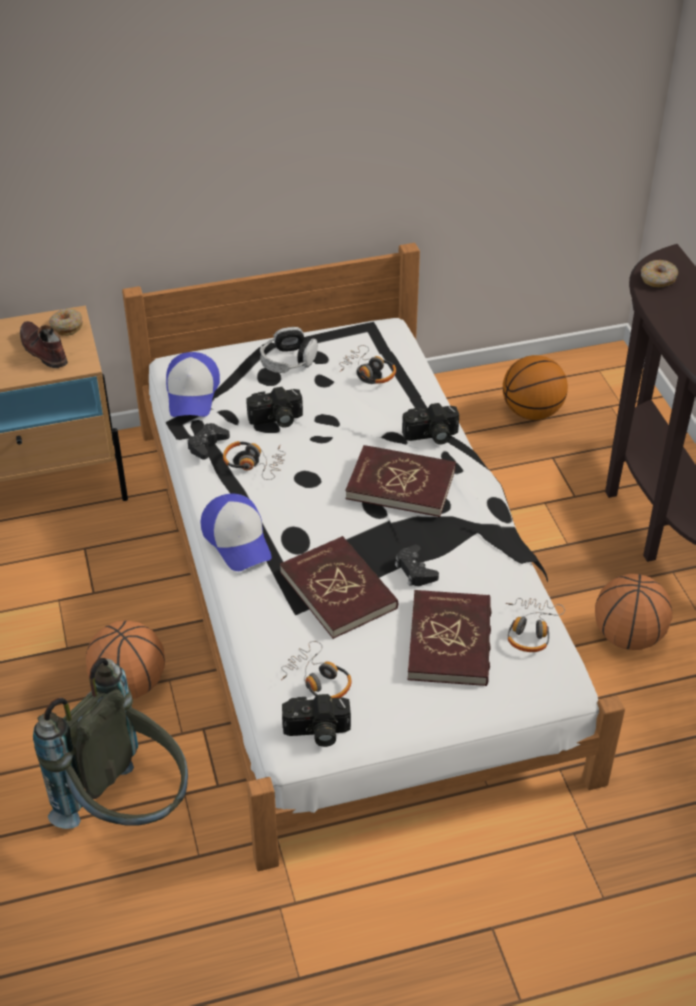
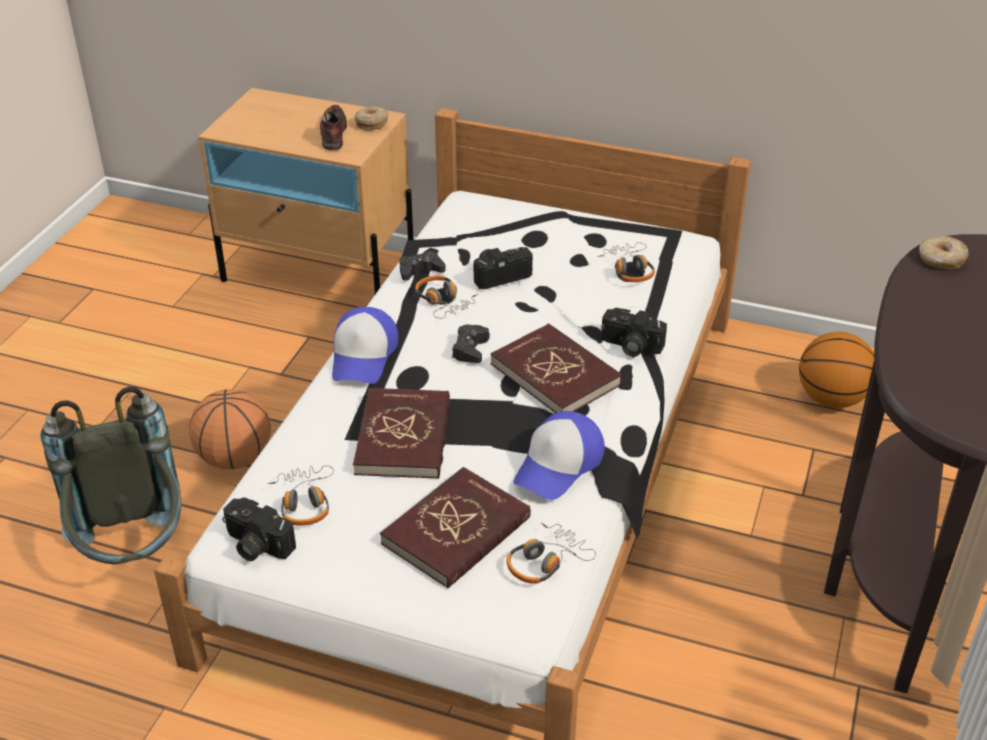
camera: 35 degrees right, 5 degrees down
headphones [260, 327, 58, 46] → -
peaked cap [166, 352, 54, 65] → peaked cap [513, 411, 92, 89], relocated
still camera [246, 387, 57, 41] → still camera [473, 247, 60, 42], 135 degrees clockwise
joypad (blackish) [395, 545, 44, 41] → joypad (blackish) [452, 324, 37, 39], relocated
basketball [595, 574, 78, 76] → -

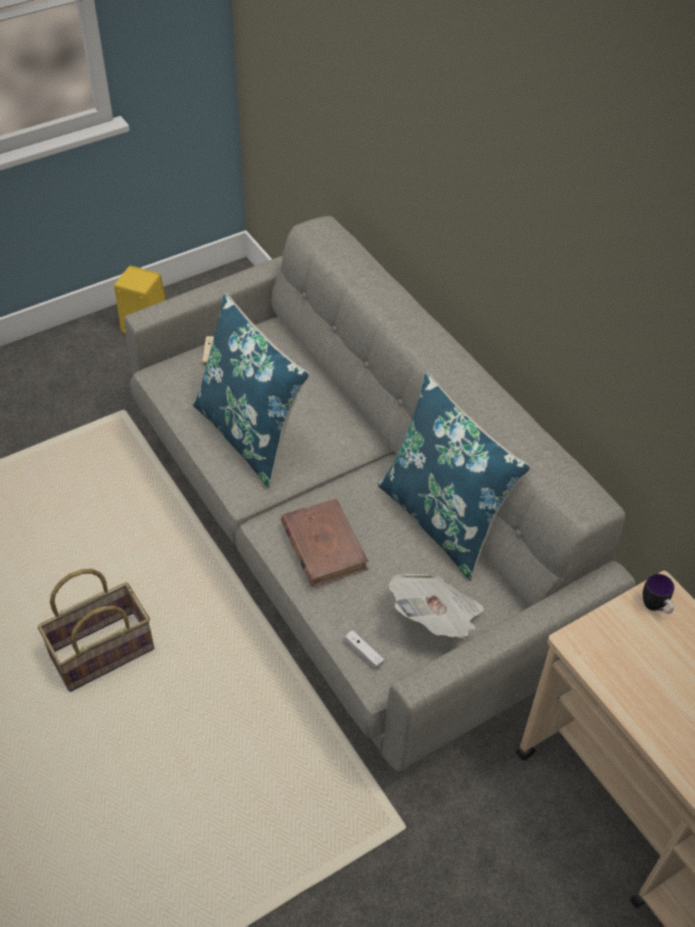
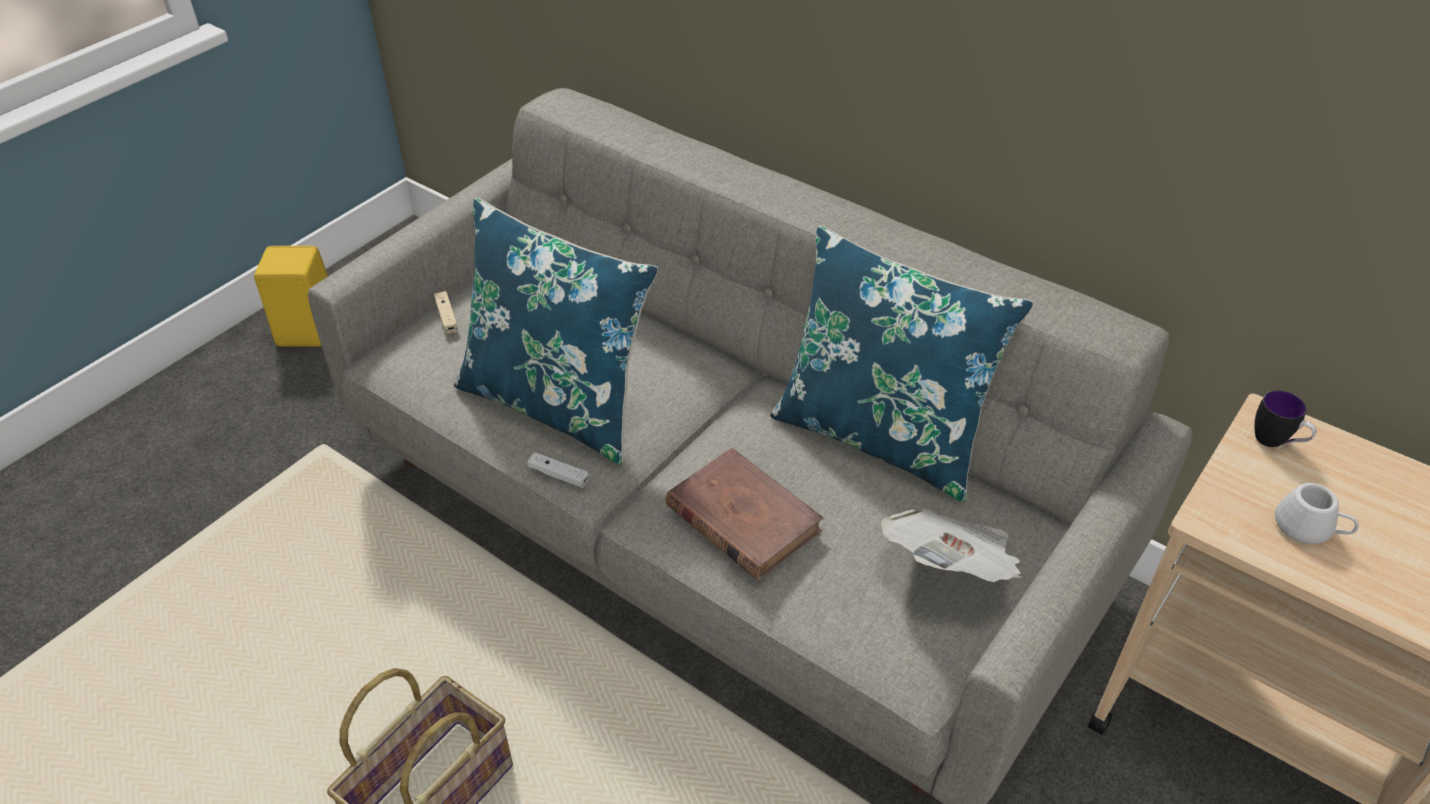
camera: 20 degrees left, 5 degrees down
joypad (white-coloured) [345, 630, 39, 39] → joypad (white-coloured) [527, 452, 62, 36], relocated
- → tea mug (white-coloured) [1275, 483, 84, 61]

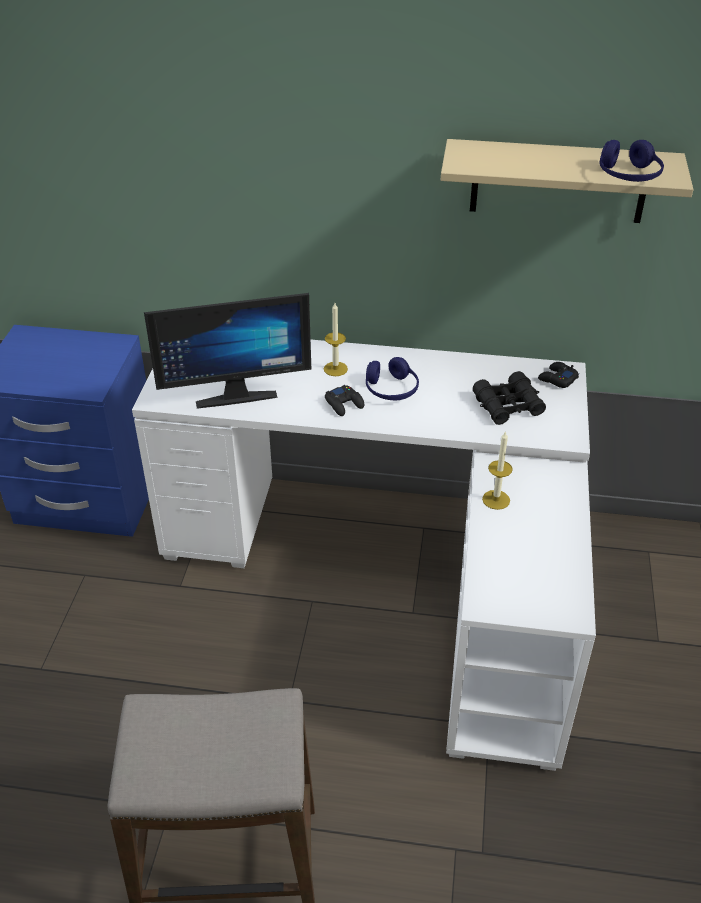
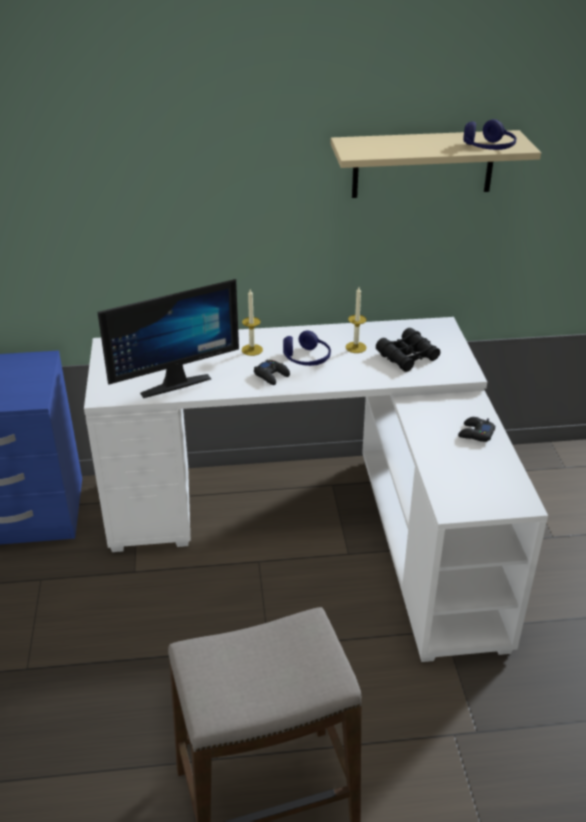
camera: 15 degrees left, 5 degrees down
joypad (blackish) [538, 362, 41, 26] → joypad (blackish) [458, 417, 38, 25], relocated
wax candle [482, 431, 31, 79] → wax candle [346, 287, 21, 66], relocated

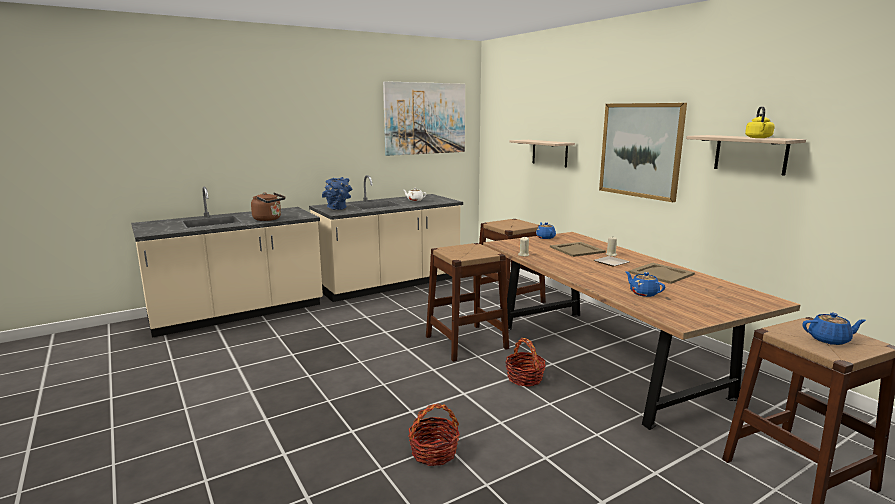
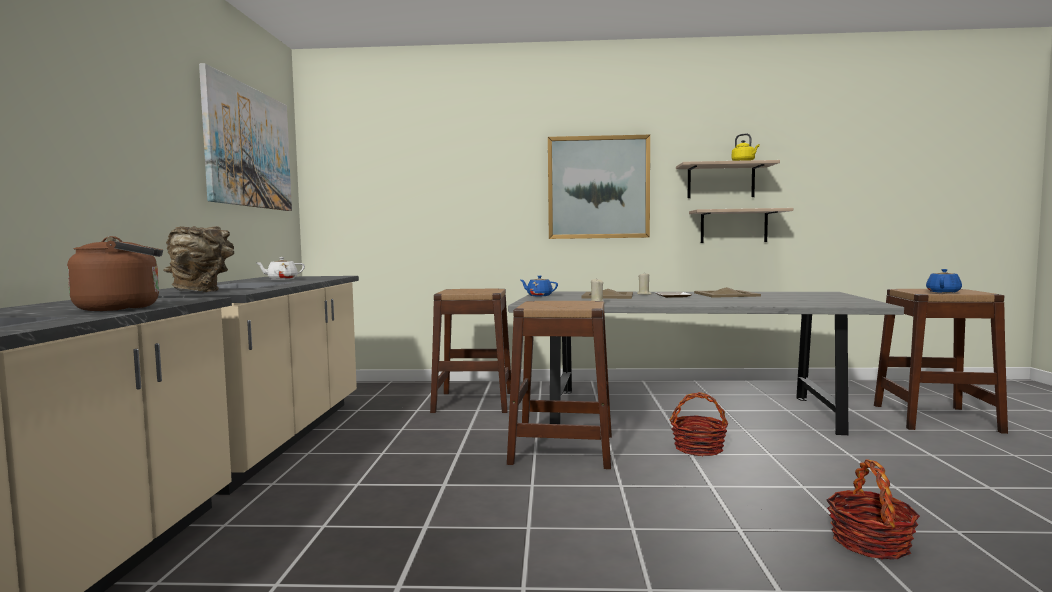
camera: 55 degrees left, 10 degrees down
shelf [510, 140, 65, 27] → shelf [689, 208, 104, 35], relocated
vase (blue) [322, 177, 30, 33] → vase (brown) [163, 226, 71, 66]
dinner table (brown) [483, 232, 317, 198] → dinner table (gray) [508, 292, 396, 143]
pot for tea (blue) [625, 271, 40, 26] → -

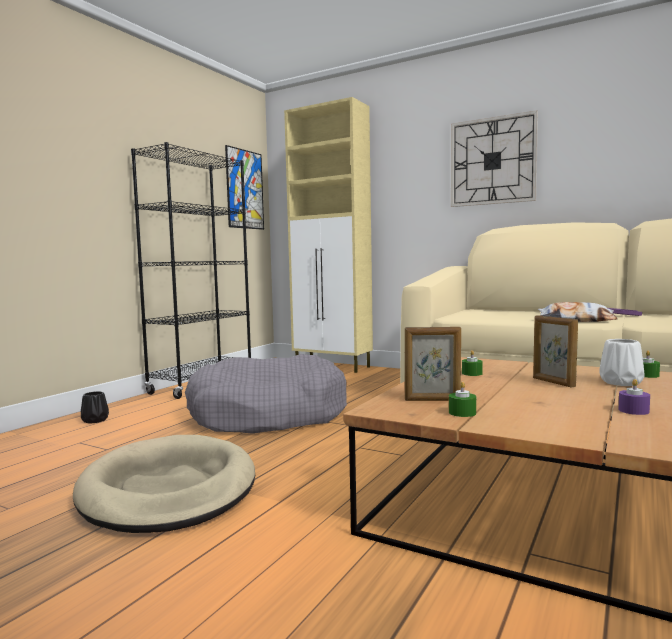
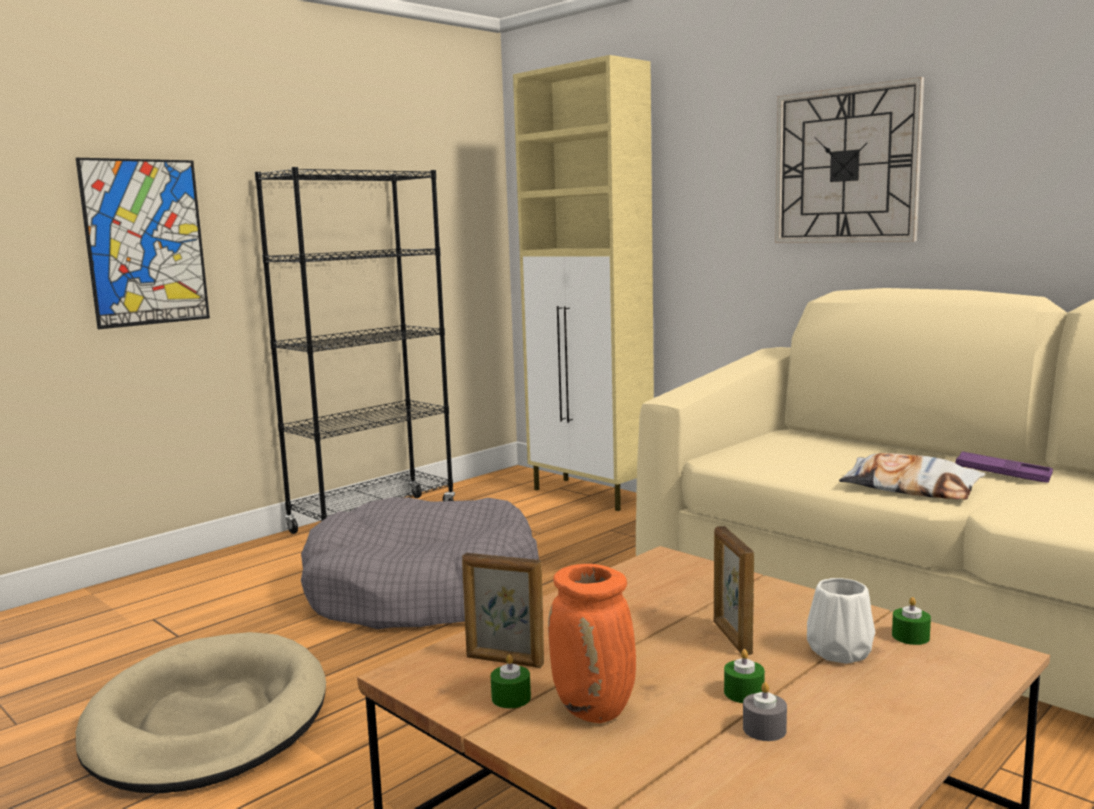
camera: 15 degrees right, 5 degrees up
picture [225, 145, 39, 85] → picture [76, 158, 134, 171], relocated
wax candle (green-coloured) [462, 350, 21, 26] → wax candle (green-coloured) [724, 649, 41, 54], relocated
wax candle (purple) [619, 379, 31, 36] → wax candle (gray) [743, 682, 44, 59]
vase (blackish) [81, 391, 28, 33] → -
- → vase (orangey) [548, 564, 88, 159]

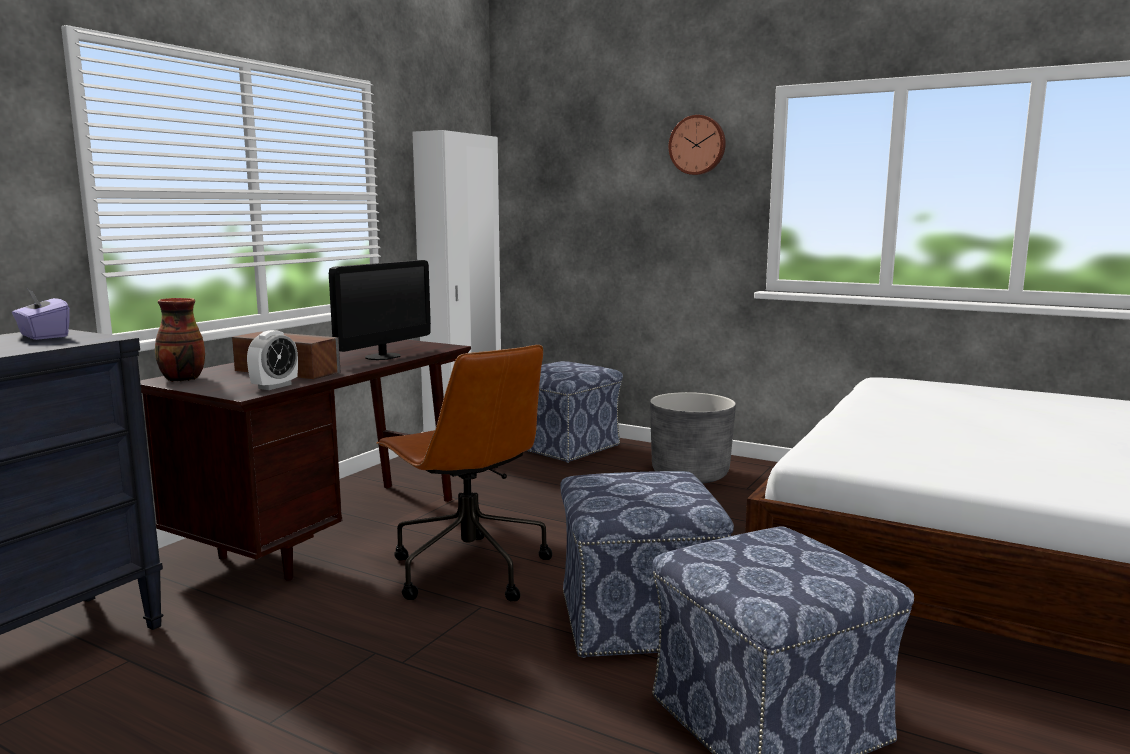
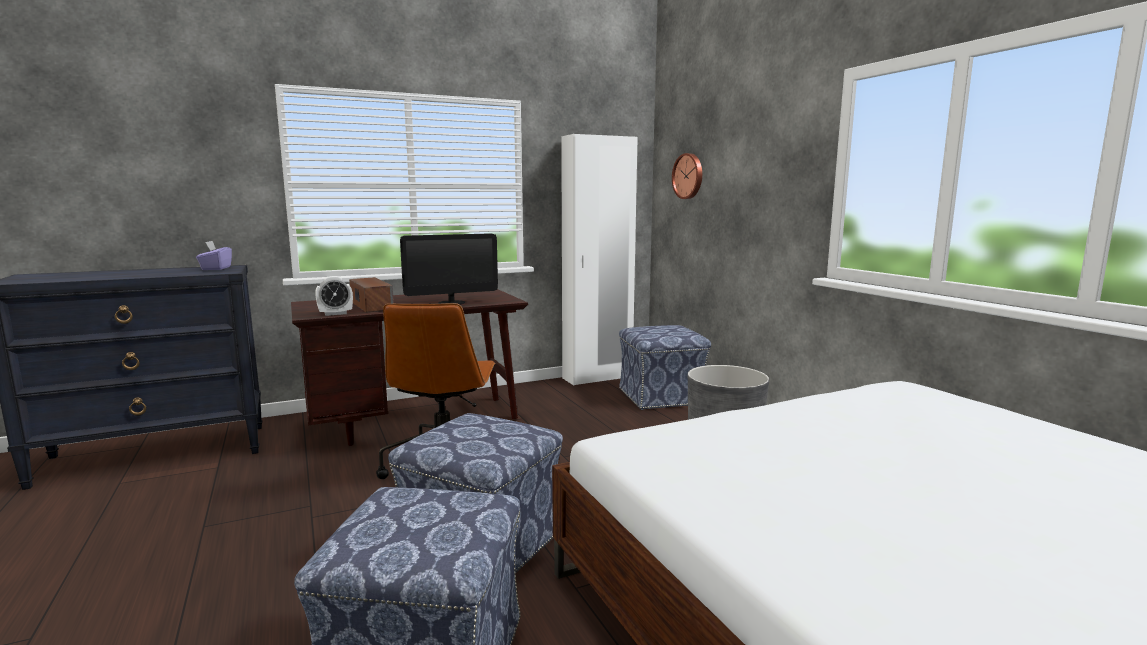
camera: 35 degrees right, 0 degrees up
wall clock [669, 115, 57, 60] → wall clock [672, 153, 30, 46], relocated
vase [155, 298, 50, 84] → -

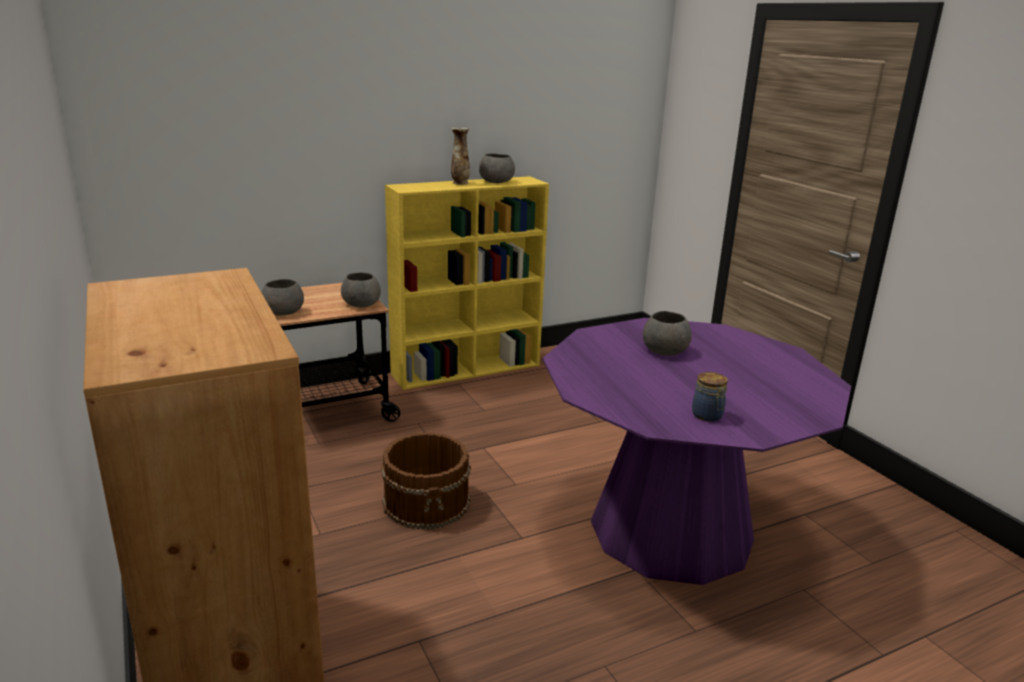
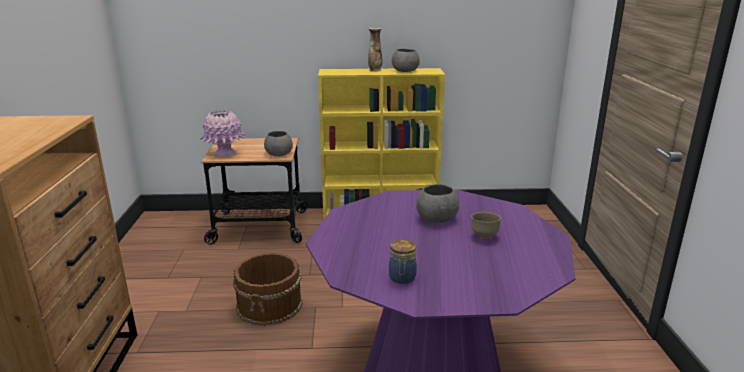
camera: 25 degrees right, 0 degrees up
serving bowl (gray) [261, 279, 43, 36] → vase (pinkish) [200, 110, 46, 46]
- → serving bowl (brown) [471, 212, 30, 27]

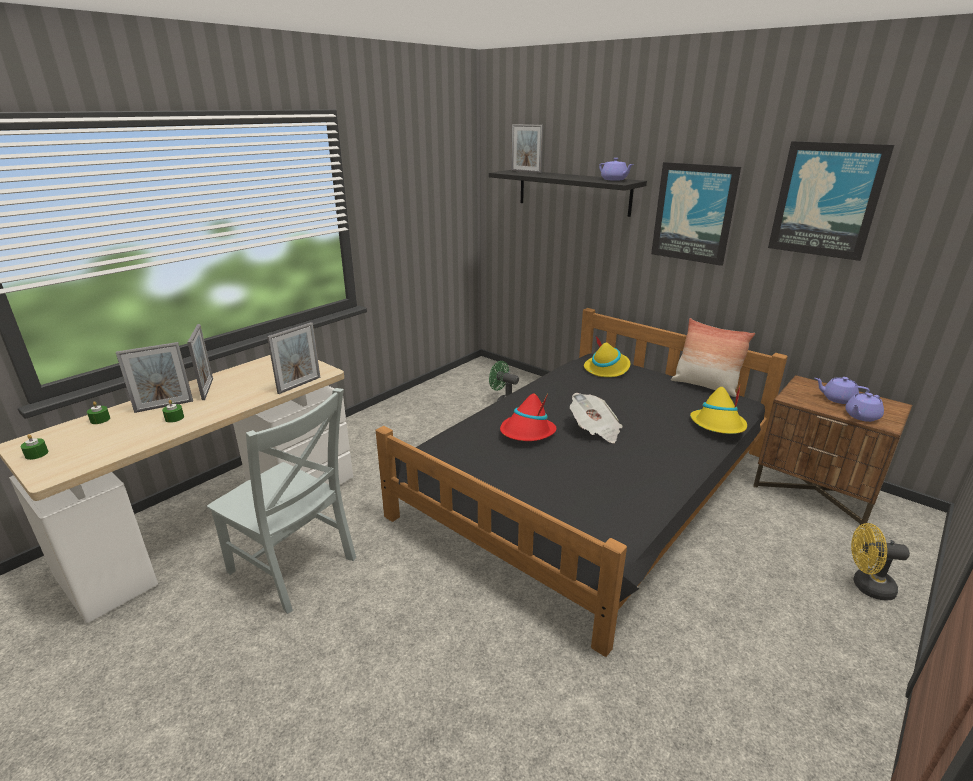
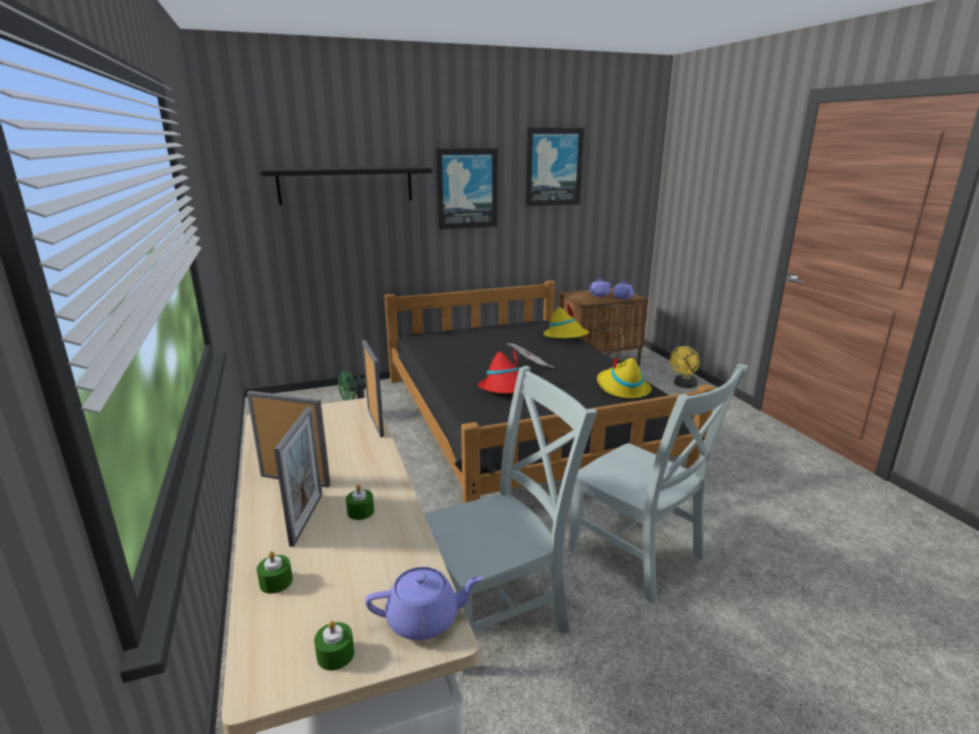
camera: 60 degrees left, 5 degrees down
standing frame [511, 124, 32, 49] → -
pot for tea (purple) [599, 158, 35, 23] → pot for tea (purple) [365, 567, 118, 73], relocated
cushion [671, 318, 84, 79] → -
wearable hat (yellowish) [584, 335, 46, 42] → wearable hat (yellowish) [597, 356, 55, 43], relocated
- → chair (gray) [568, 364, 180, 240]

